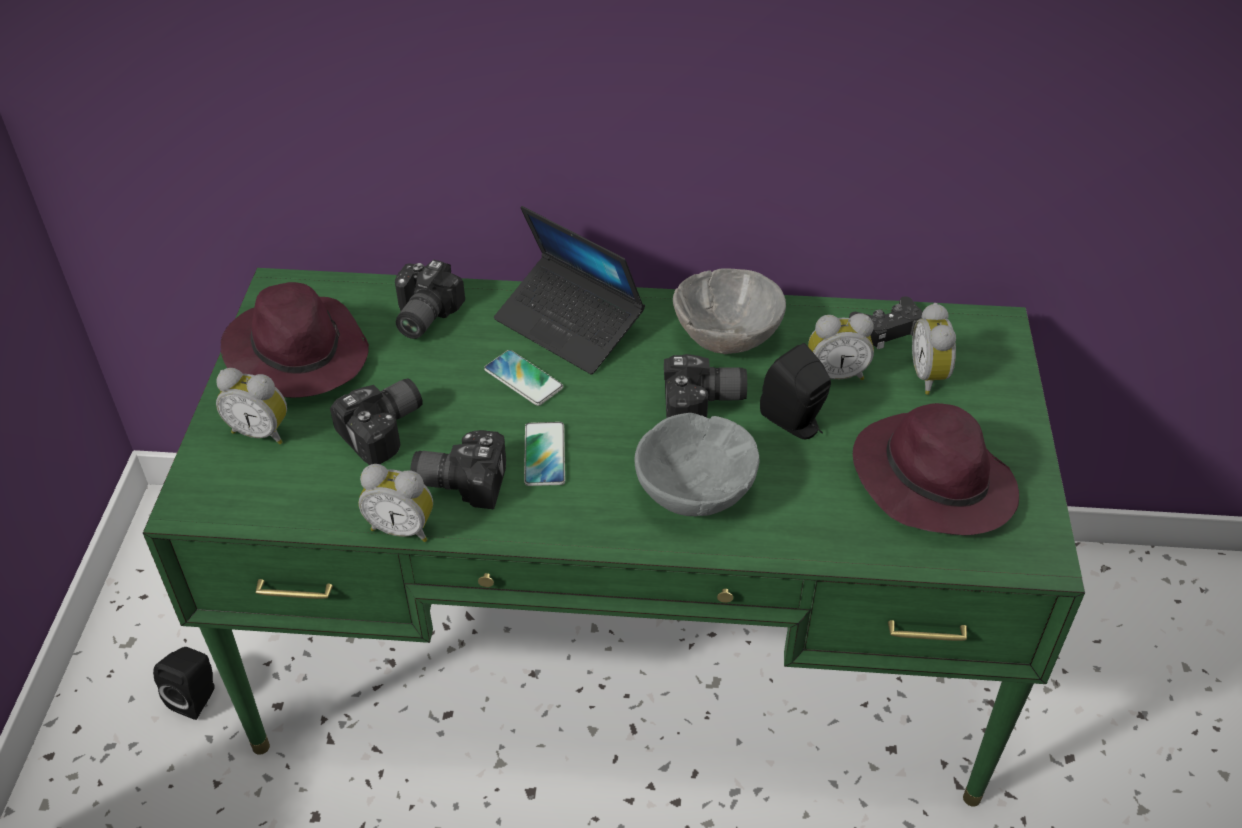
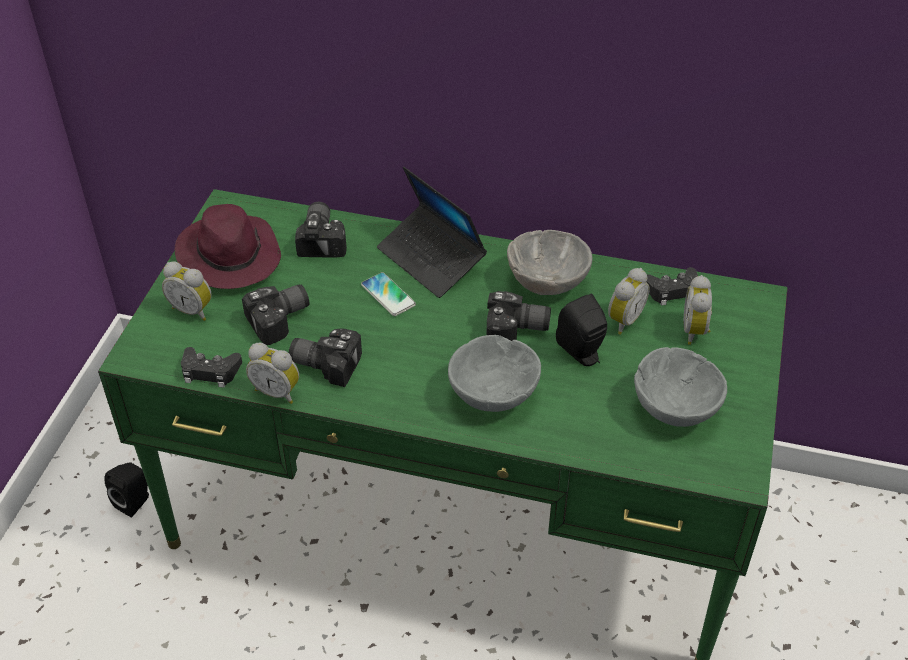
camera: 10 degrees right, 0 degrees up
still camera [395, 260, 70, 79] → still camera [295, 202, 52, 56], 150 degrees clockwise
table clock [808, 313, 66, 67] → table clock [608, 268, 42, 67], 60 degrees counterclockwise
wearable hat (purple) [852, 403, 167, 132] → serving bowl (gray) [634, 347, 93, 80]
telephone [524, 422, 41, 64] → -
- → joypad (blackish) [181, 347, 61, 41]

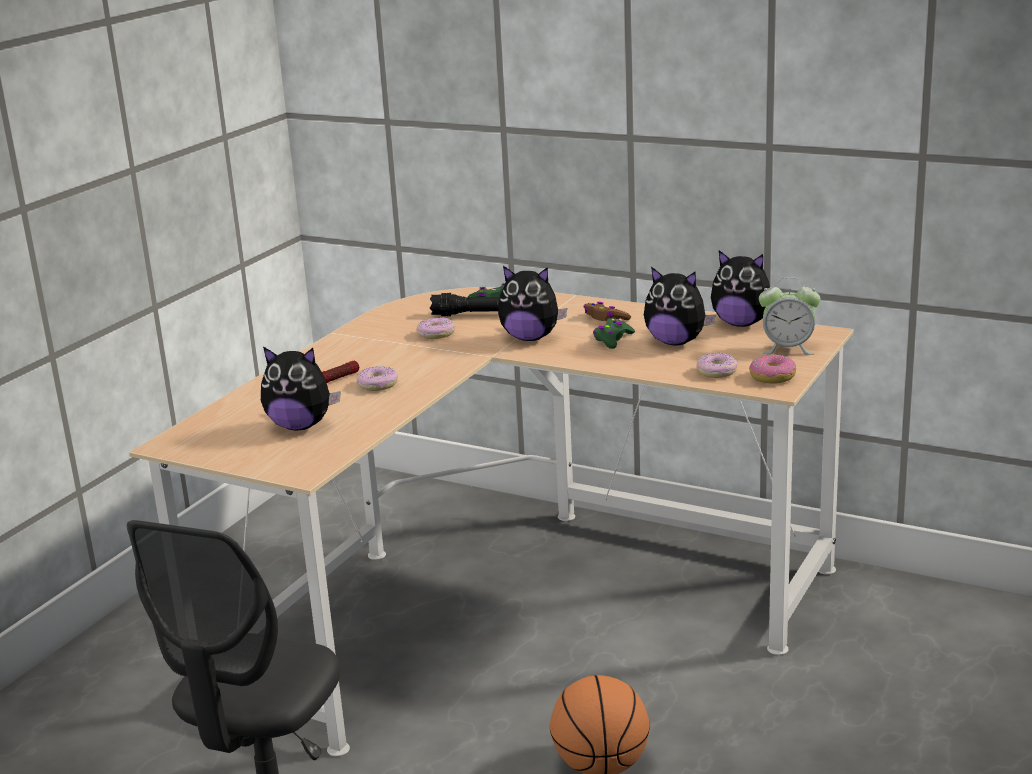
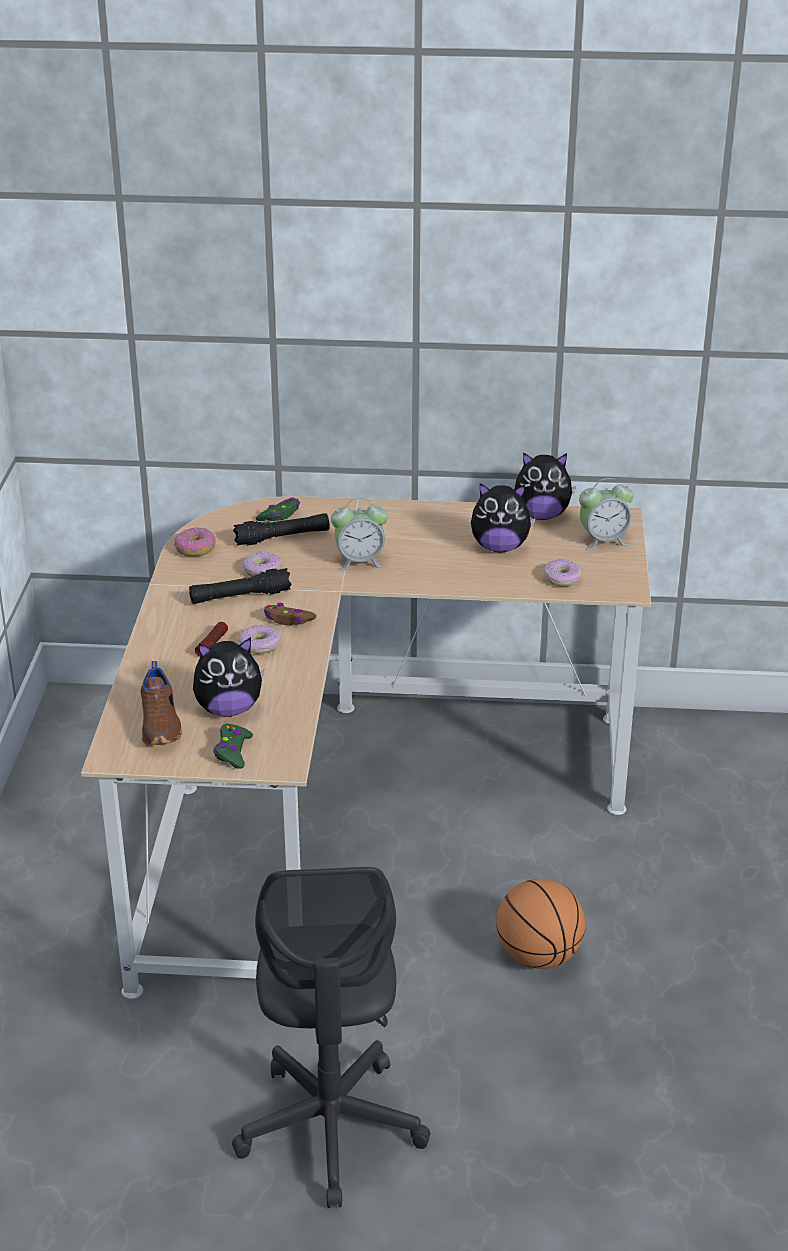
camera: 25 degrees left, 10 degrees up
plush toy [498, 266, 69, 75] → table clock [331, 498, 57, 72]
joypad (brown) [583, 302, 48, 19] → joypad (brown) [264, 603, 52, 23], relocated
joypad (green-coloured) [593, 318, 42, 31] → joypad (green-coloured) [213, 724, 40, 45], relocated
doughnut [749, 354, 47, 30] → doughnut [174, 527, 41, 30], relocated
- → hand torch (blackish) [189, 568, 103, 36]
- → item of footwear (brown) [141, 661, 41, 85]

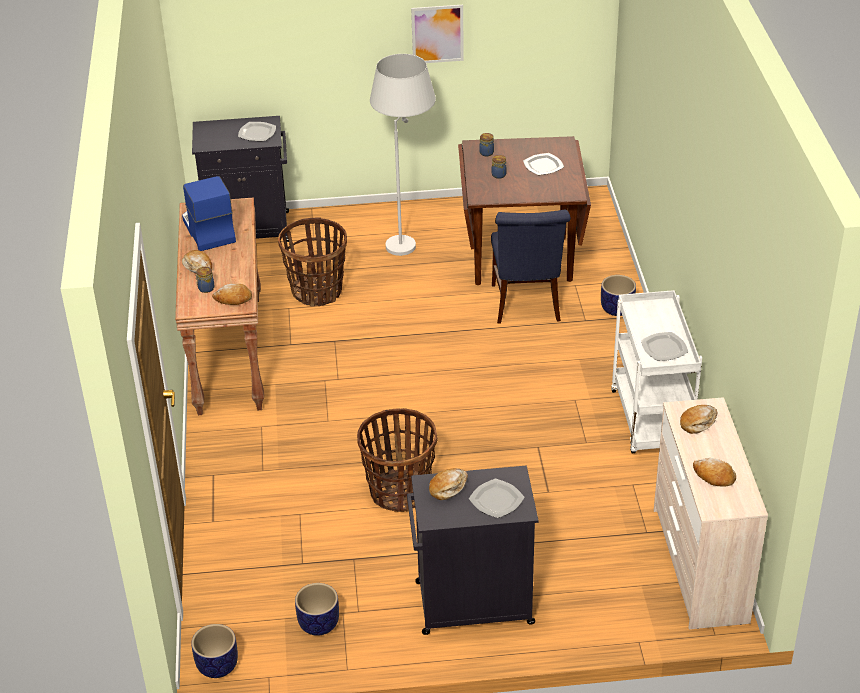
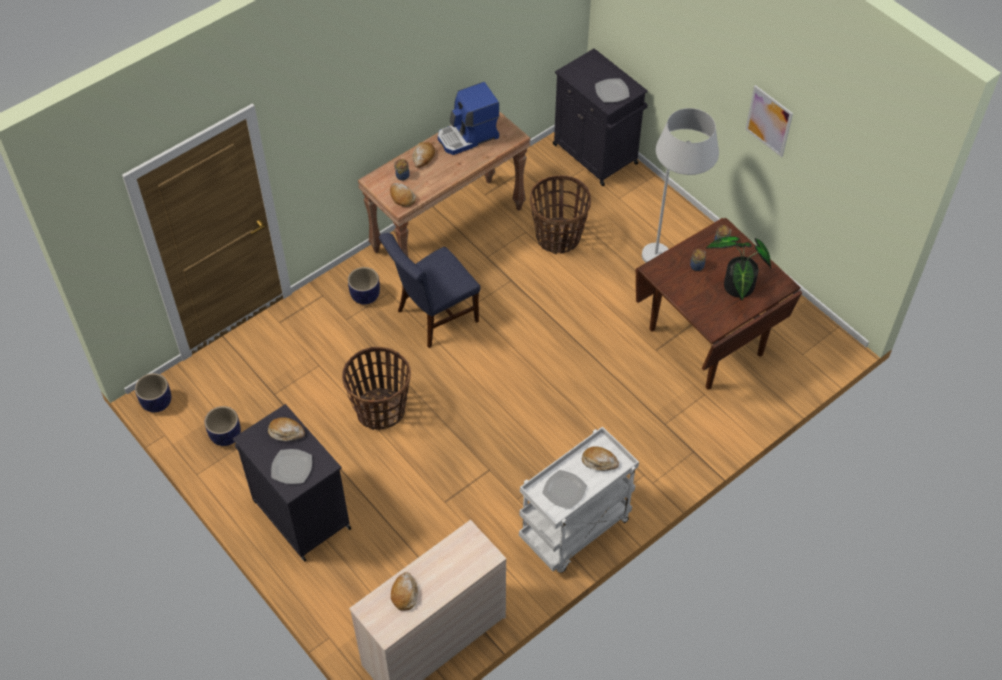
camera: 55 degrees right, 15 degrees up
flat dish [523, 153, 41, 22] → plant in a pot [706, 236, 65, 65]
coffee machine [182, 176, 54, 75] → coffee machine [438, 82, 61, 73], 150 degrees counterclockwise
chair (blue) [491, 210, 80, 114] → chair (blue) [379, 233, 101, 115], relocated
plant pot [601, 275, 35, 41] → plant pot [348, 267, 32, 38], relocated
baked bread [680, 405, 38, 29] → baked bread [582, 446, 37, 25], relocated

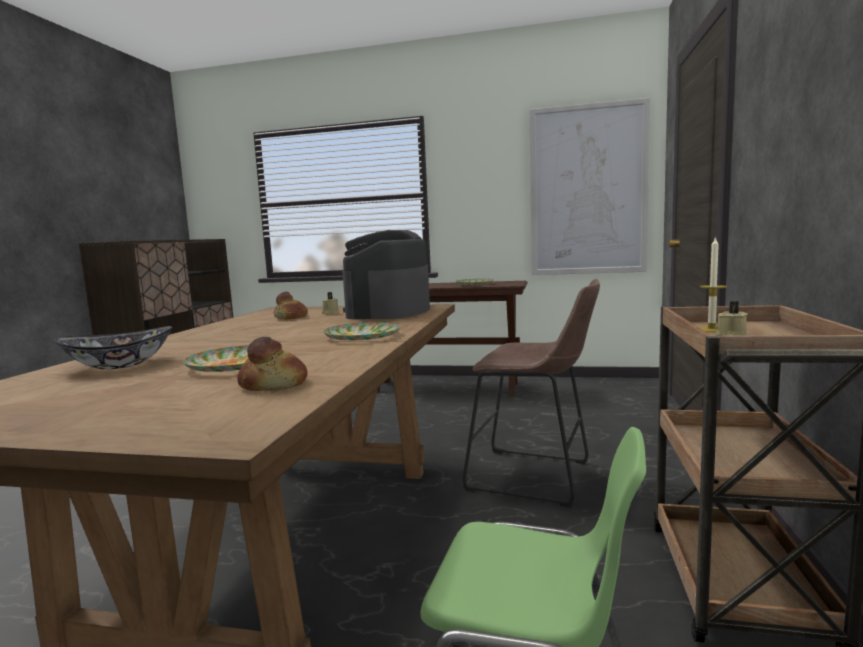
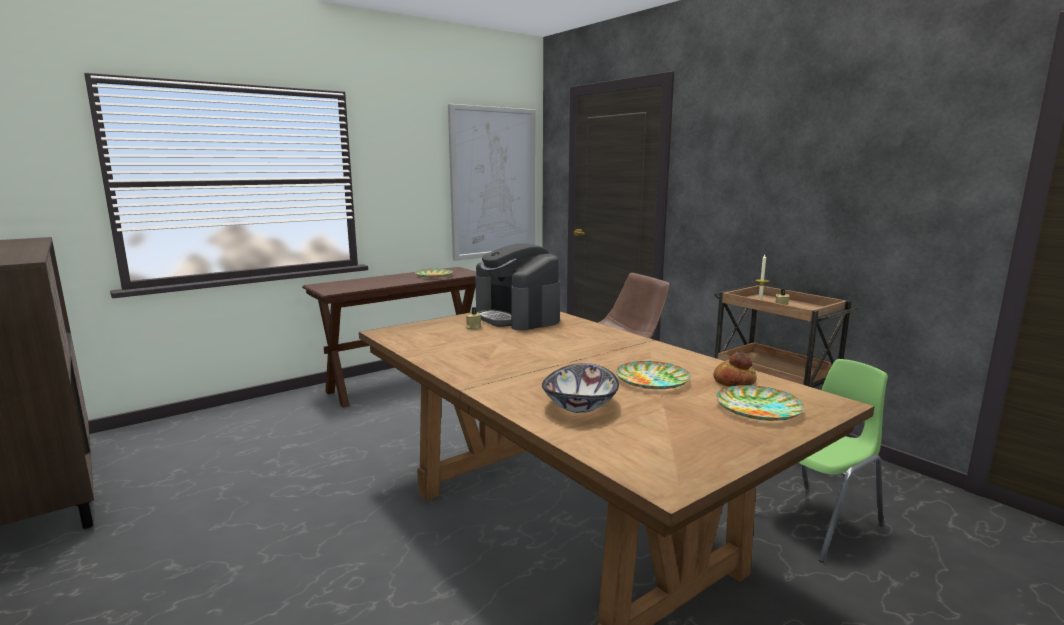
camera: 50 degrees left, 5 degrees up
baked bread [274, 292, 34, 27] → -
flat dish [323, 322, 77, 19] → flat dish [716, 385, 89, 36], relocated

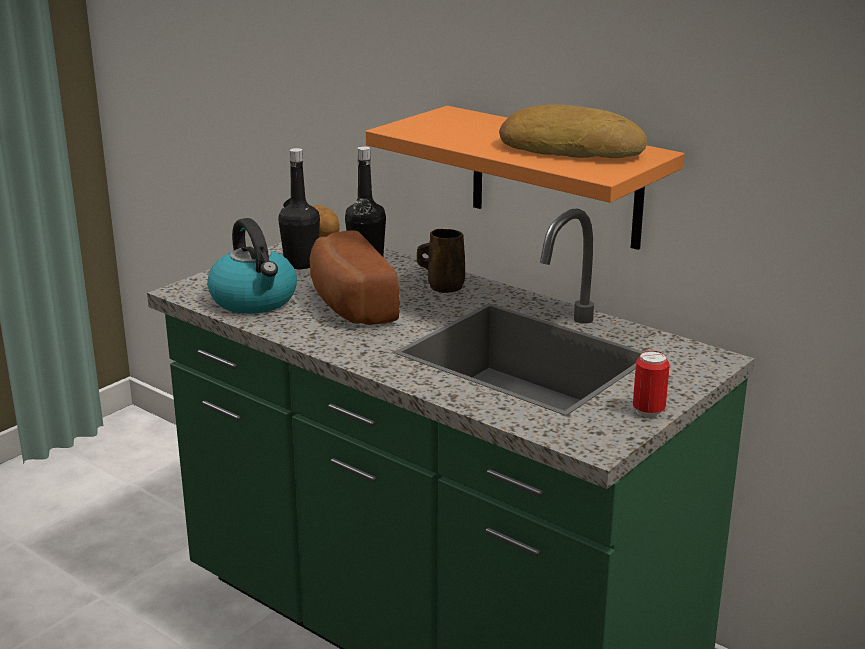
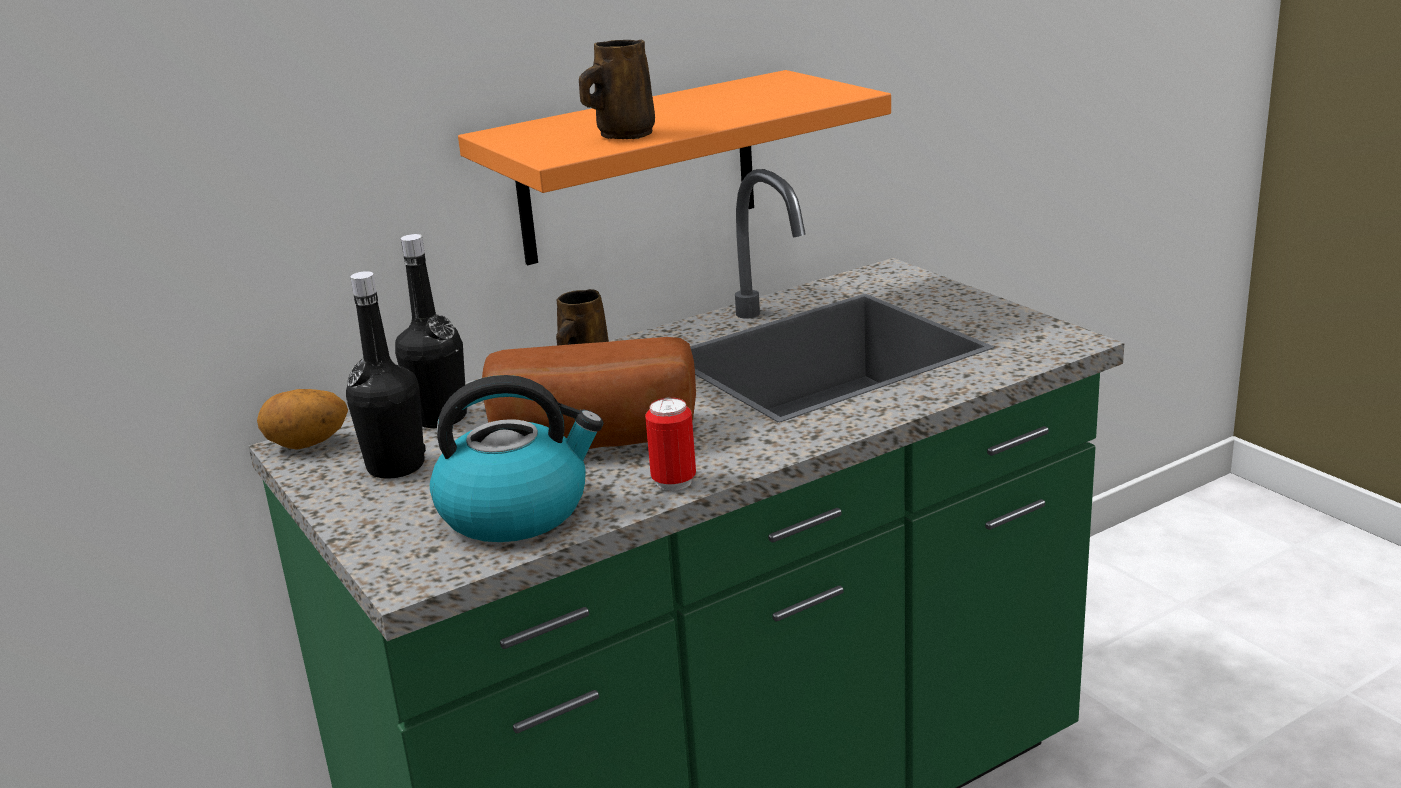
camera: 70 degrees left, 0 degrees up
baked bread [499, 104, 148, 54] → -
can [633, 351, 36, 67] → can [645, 397, 51, 94], relocated
- → tea mug (brown) [579, 40, 76, 99]

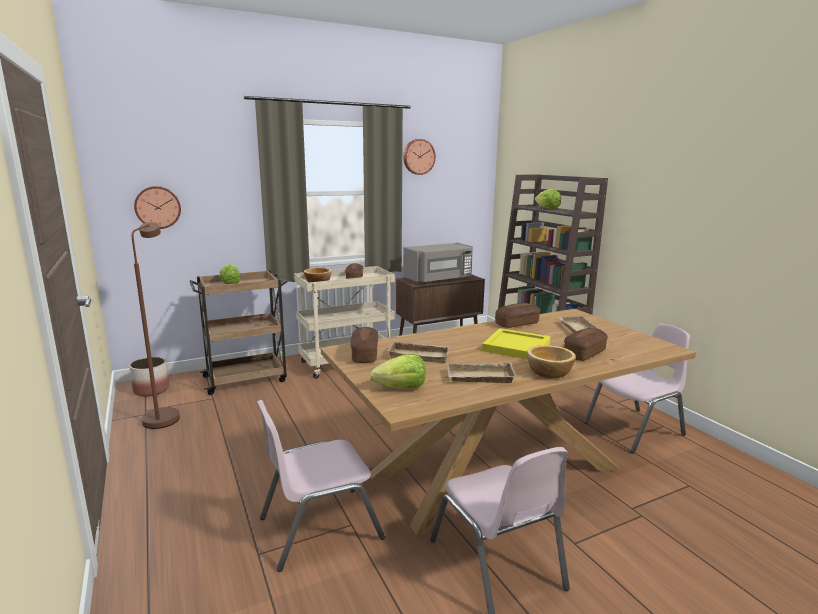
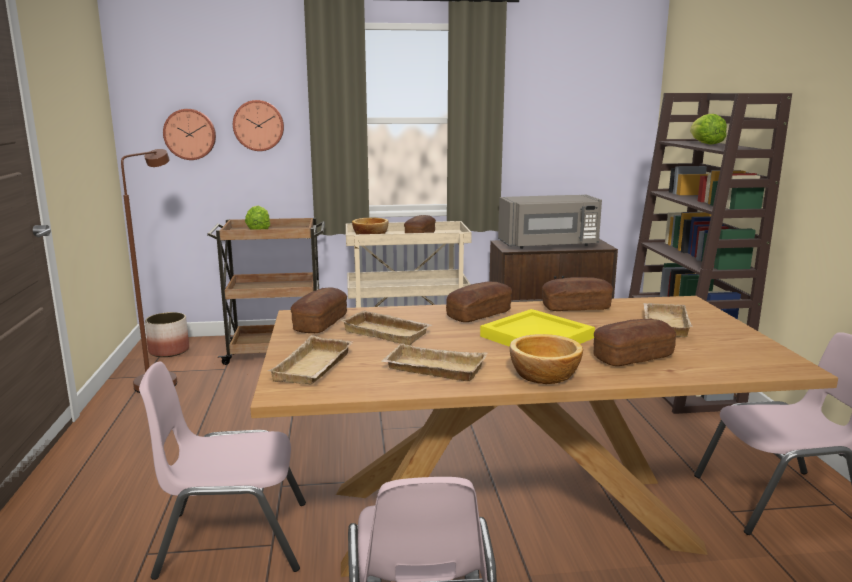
camera: 20 degrees right, 0 degrees up
wall clock [403, 139, 33, 36] → wall clock [233, 100, 51, 51], relocated
head of lettuce [370, 354, 56, 35] → carrying tray (beige-coloured) [268, 335, 86, 49]
- → baked bread [446, 282, 66, 40]

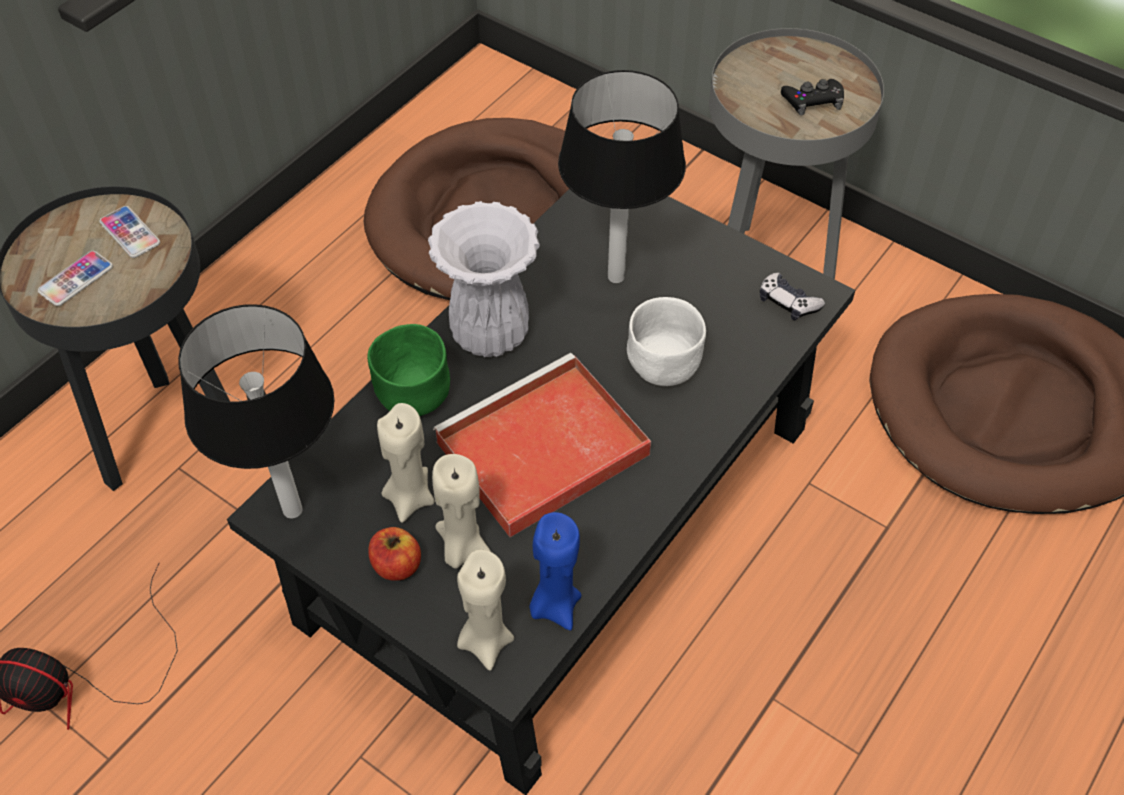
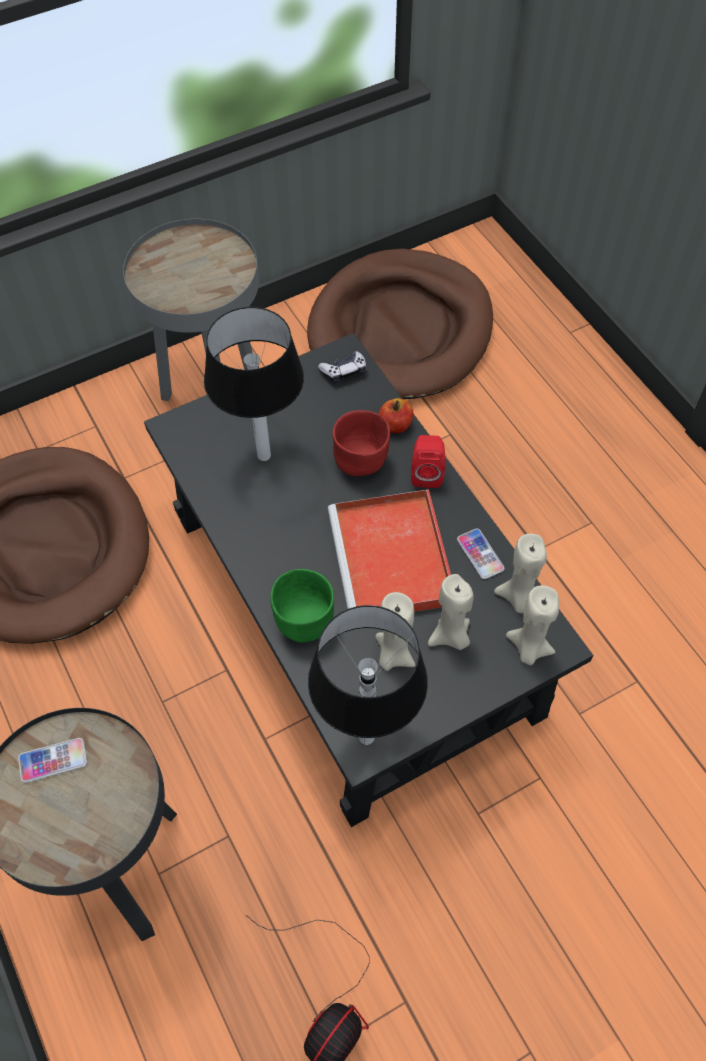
camera: 65 degrees left, 5 degrees up
joypad (blackish) [781, 79, 63, 37] → -
vase (white-coloured) [428, 201, 112, 156] → -
telephone [38, 251, 75, 55] → telephone [457, 528, 48, 51], relocated
serving bowl (white-coloured) [627, 297, 79, 89] → serving bowl (reddish) [332, 410, 58, 66]
wax candle (blue) [529, 512, 52, 119] → wax candle (beige-coloured) [494, 534, 53, 80]
apple [368, 527, 53, 54] → apple [379, 398, 34, 35], relocated
- → speaker (reddish) [411, 435, 35, 53]

